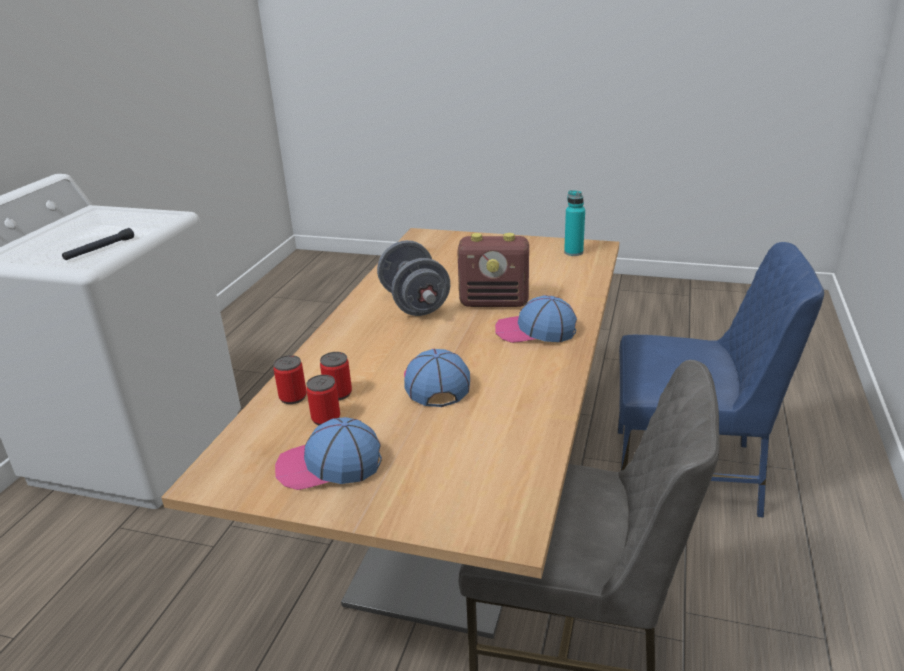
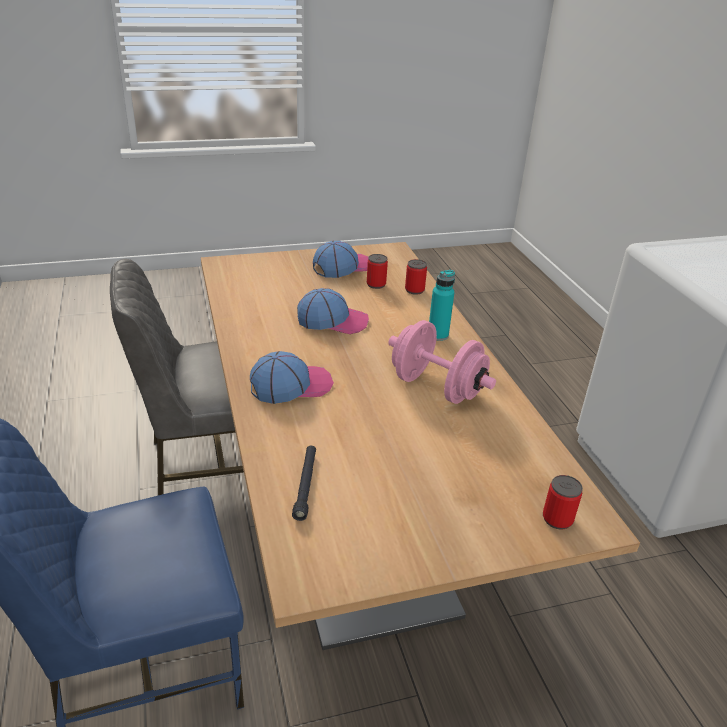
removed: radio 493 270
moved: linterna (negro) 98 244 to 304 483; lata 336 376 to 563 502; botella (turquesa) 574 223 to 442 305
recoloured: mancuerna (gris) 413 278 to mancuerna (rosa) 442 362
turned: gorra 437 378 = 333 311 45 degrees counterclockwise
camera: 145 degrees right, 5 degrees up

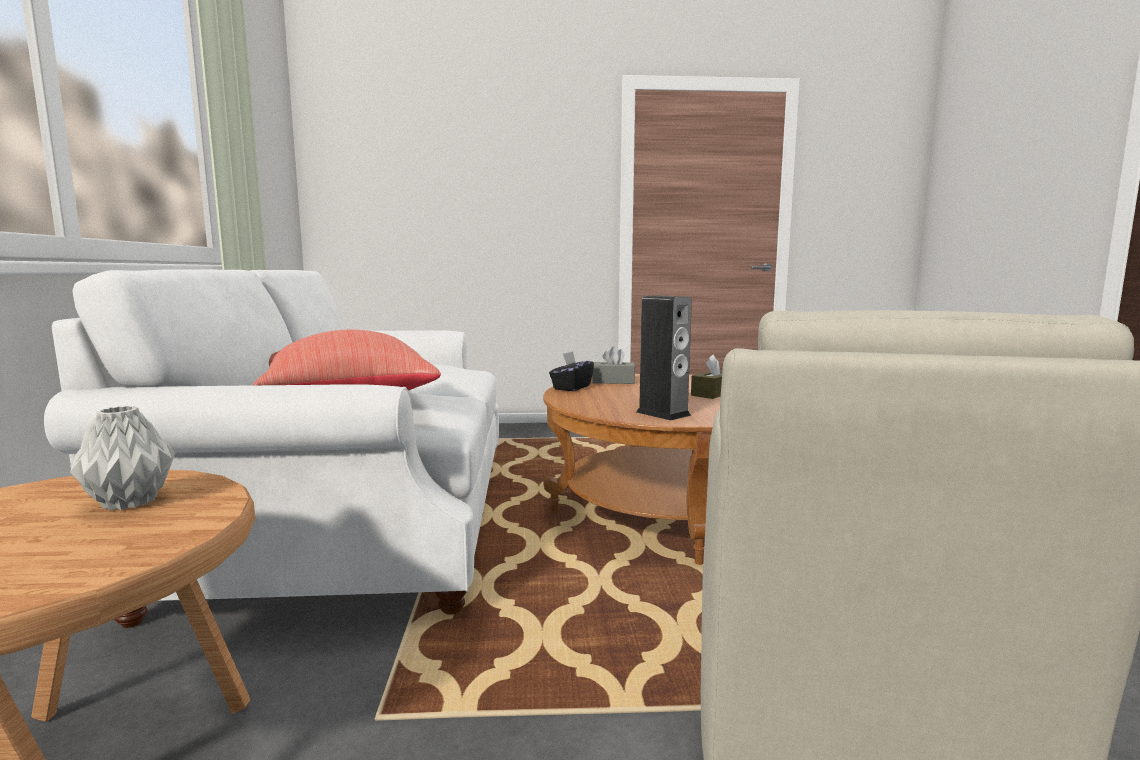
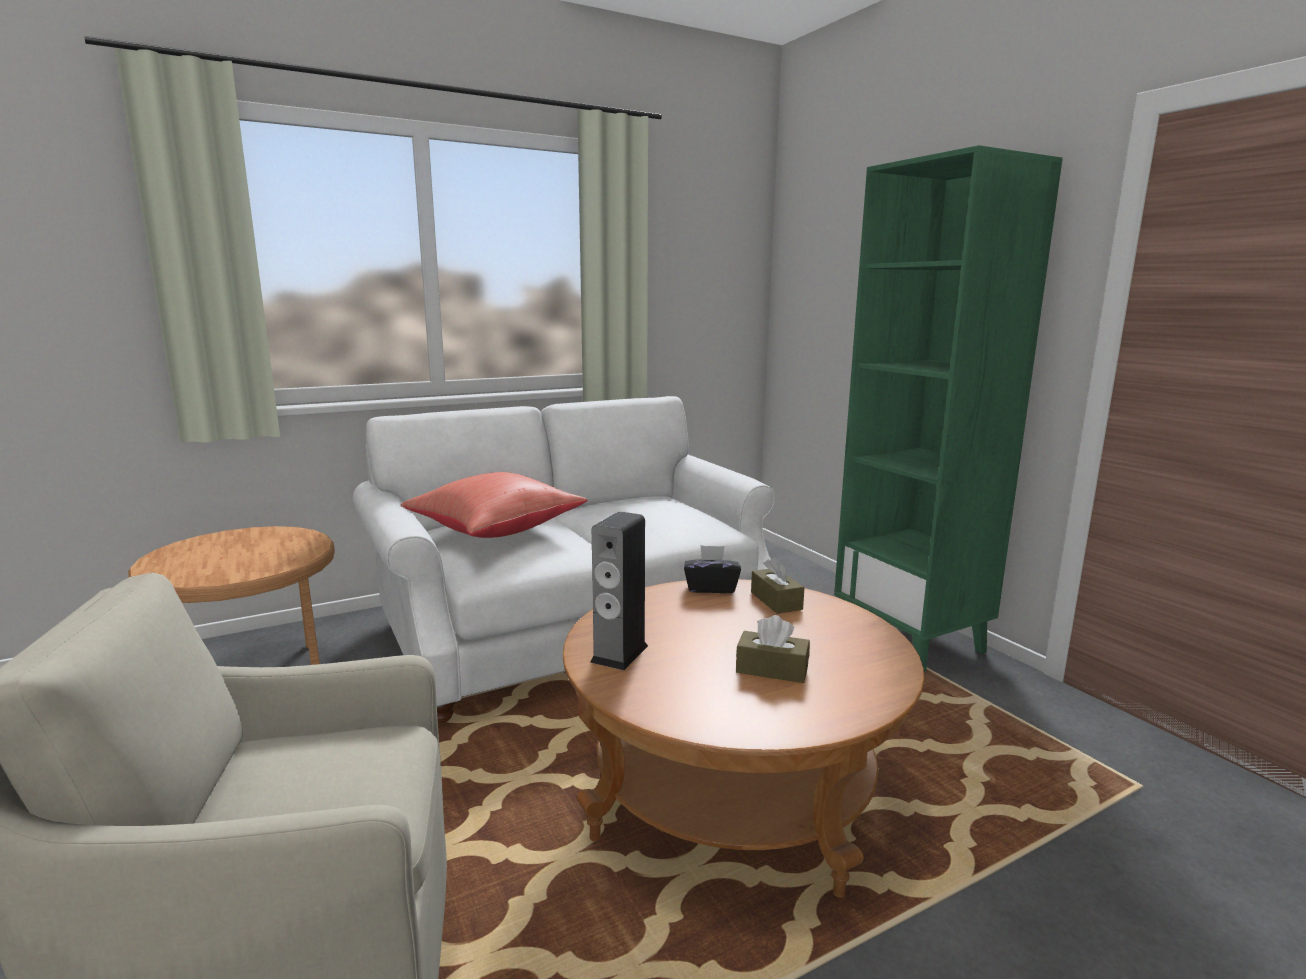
removed: florero (gris) 122 458
added: estantería (verde) 948 408
recoloured: caja de pañuelos (gris) 613 365 to caja de pañuelos (marrón) 778 585
camera: 65 degrees right, 5 degrees up

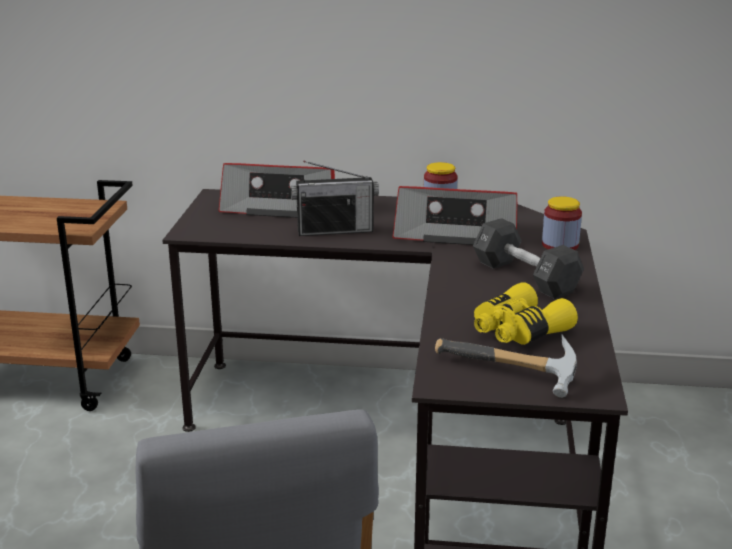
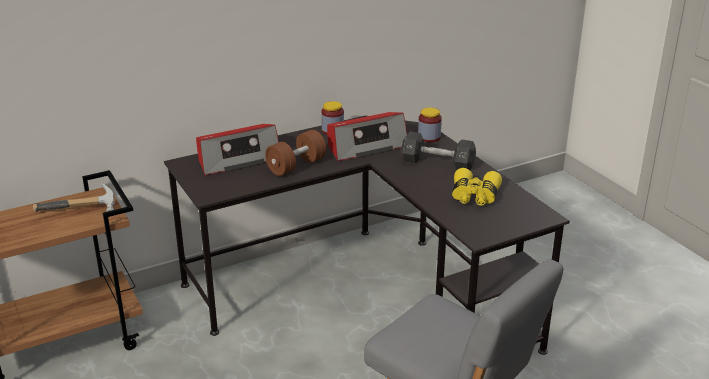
moved: martillo 506 366 to 73 197
replaced: radio 335 198 to mancuerna (marrón) 296 153
camera: 35 degrees left, 5 degrees up

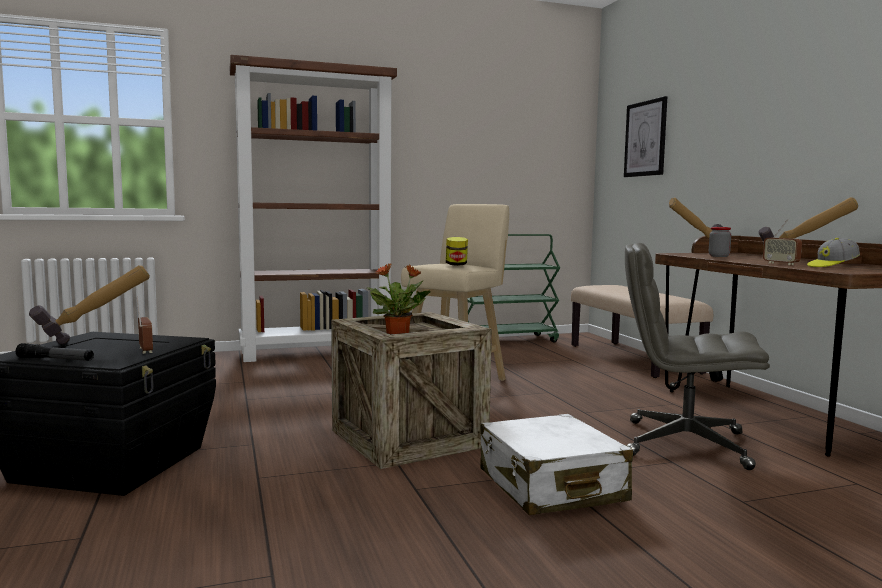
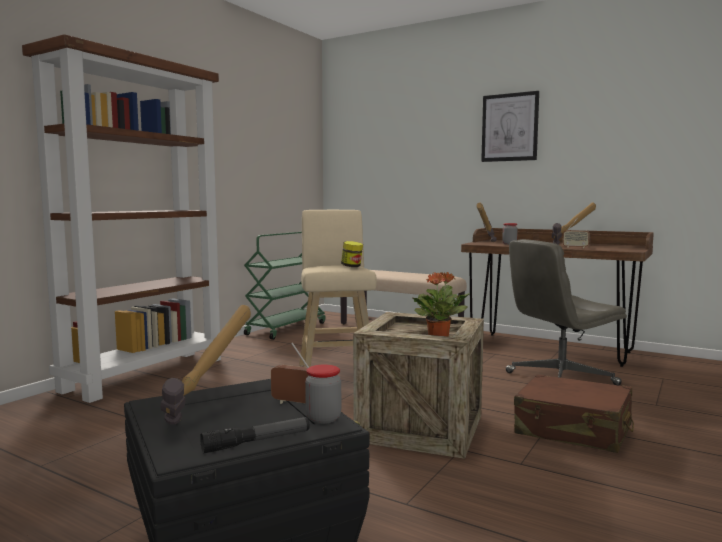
removed: gorra 833 252
added: tarro 323 394
moved: cuadro 645 136 to 510 126
recoloured: maleta (blanco) 556 464 to maleta (marrón) 574 413
camera: 40 degrees left, 0 degrees up

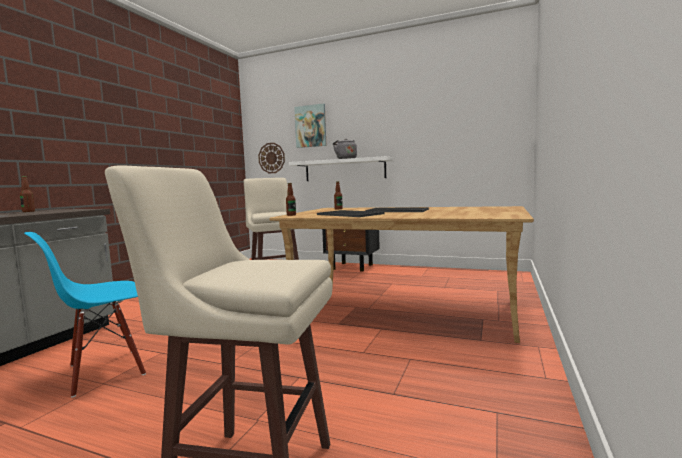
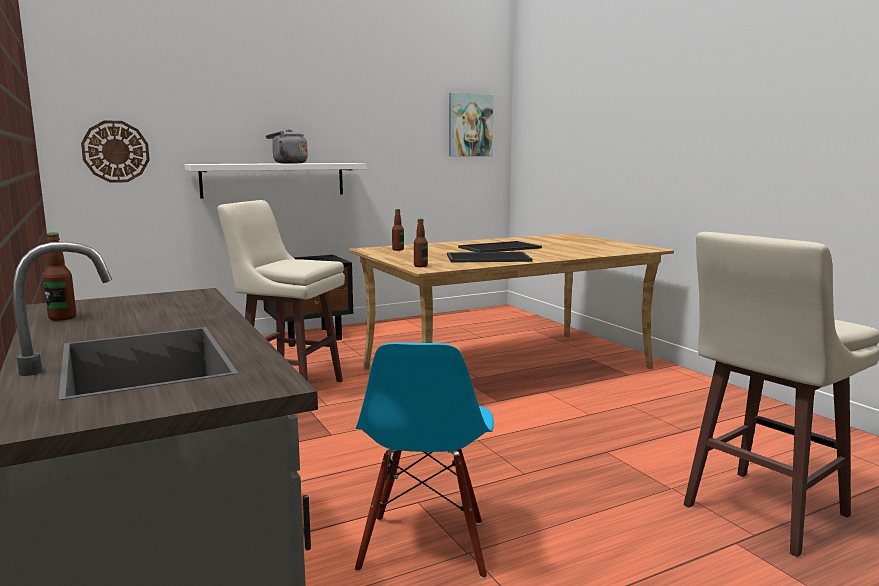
moved: cuadro 310 125 to 471 124
camera: 50 degrees left, 5 degrees up

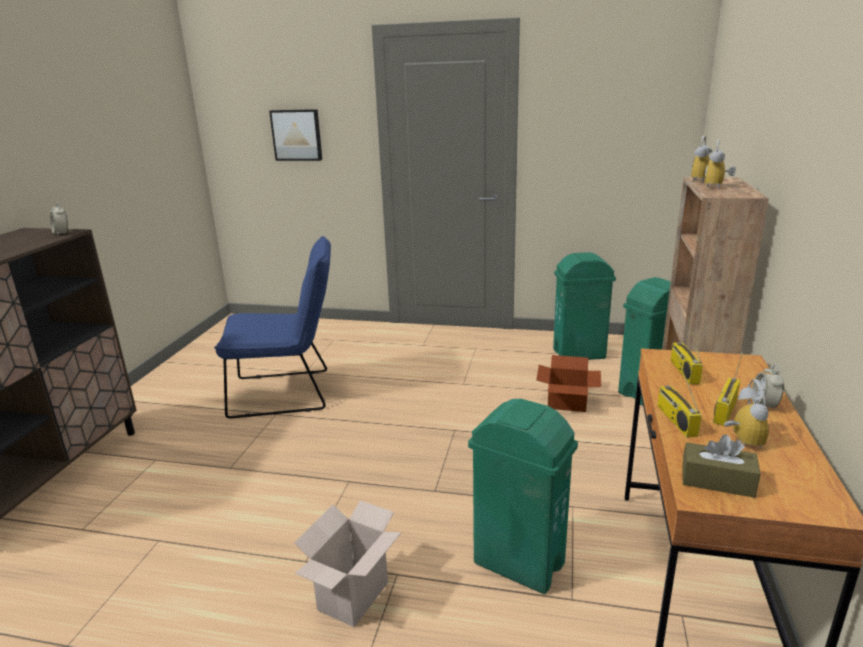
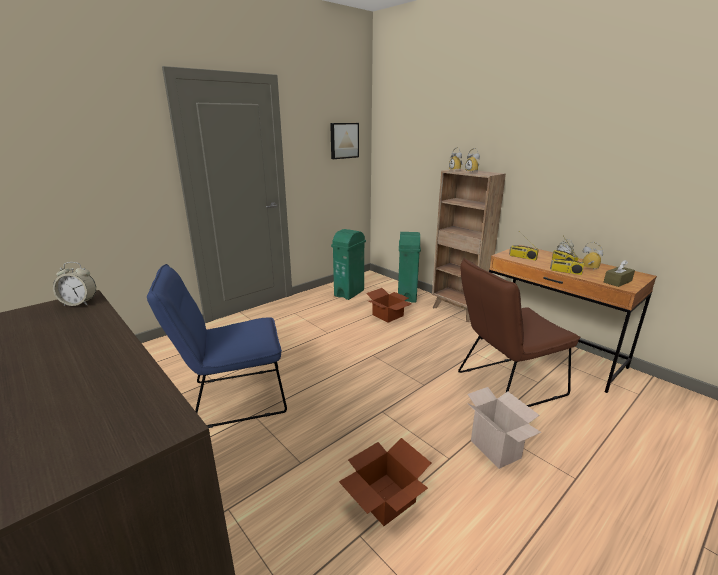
added: caja de cartón 385 482
moved: cuadro 295 135 to 344 141
replaced: papelera (verde) 523 496 to silla (marrón) 519 332
turned: silla (azul) 272 327 = 217 346 135 degrees counterclockwise
camera: 55 degrees left, 0 degrees up

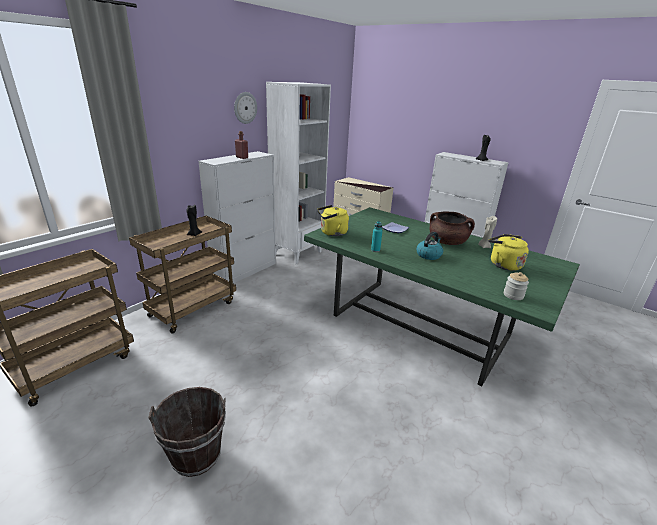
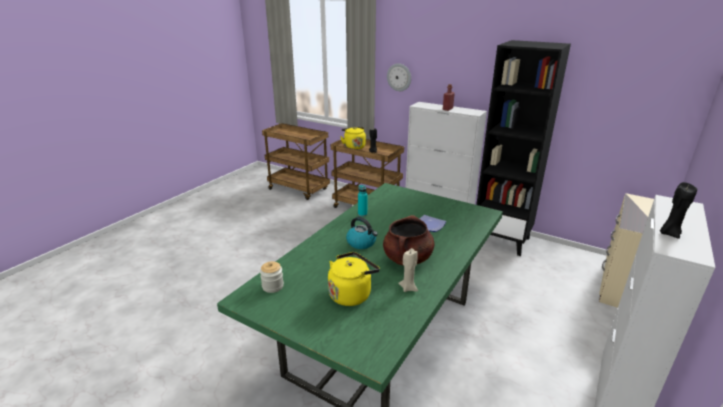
removed: cubo (marrón) 187 432
moved: reloj de pared 245 108 to 399 77; hervidor (amarillo) 333 220 to 353 138
recoloured: estantería (blanco) 298 173 to estantería (negro) 523 148
camera: 85 degrees right, 0 degrees up

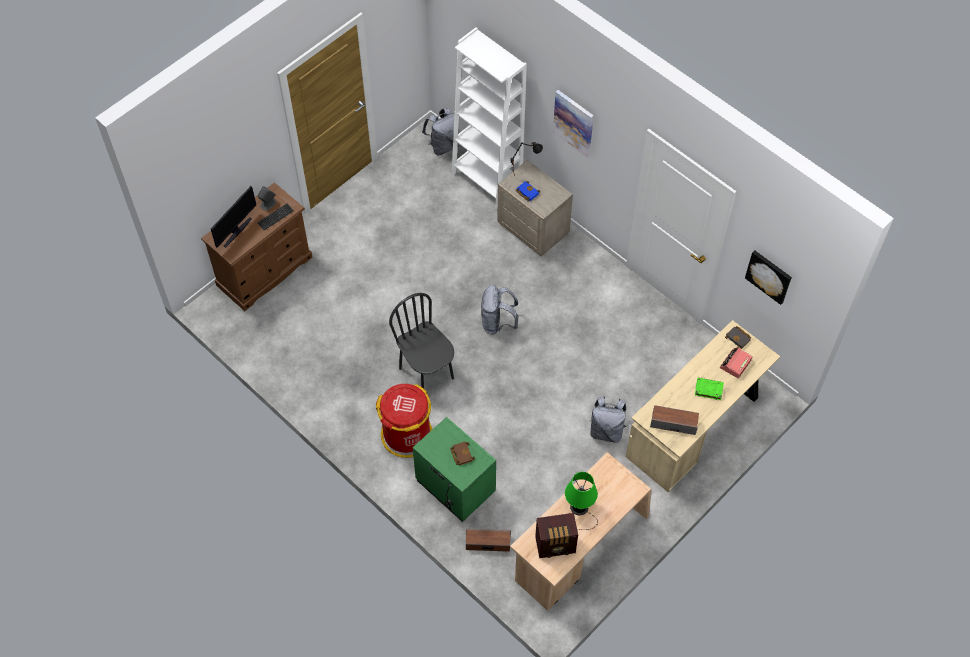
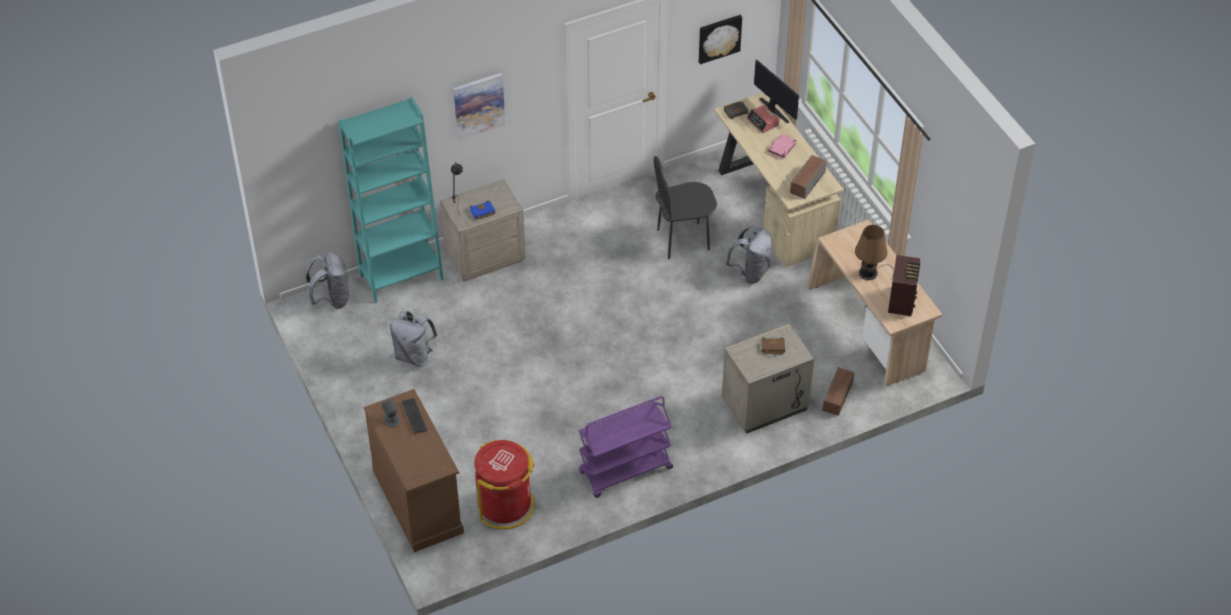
added: carrito (morado) 626 447
moved: monitor 233 217 to 776 91; papelera (rojo) 404 421 to 505 485; silla (negro) 421 340 to 685 207; mochila (gris) 499 310 to 413 338
recoloured: mesita de noche (verde) 454 469 to mesita de noche (beis) 768 379; estantería (blanco) 489 118 to estantería (turquesa) 390 200; lámpara de mesa (verde) 581 501 to lámpara de mesa (marrón) 874 253; libro (verde) 709 389 to libro (rosa) 782 146
camera: 70 degrees left, 10 degrees down

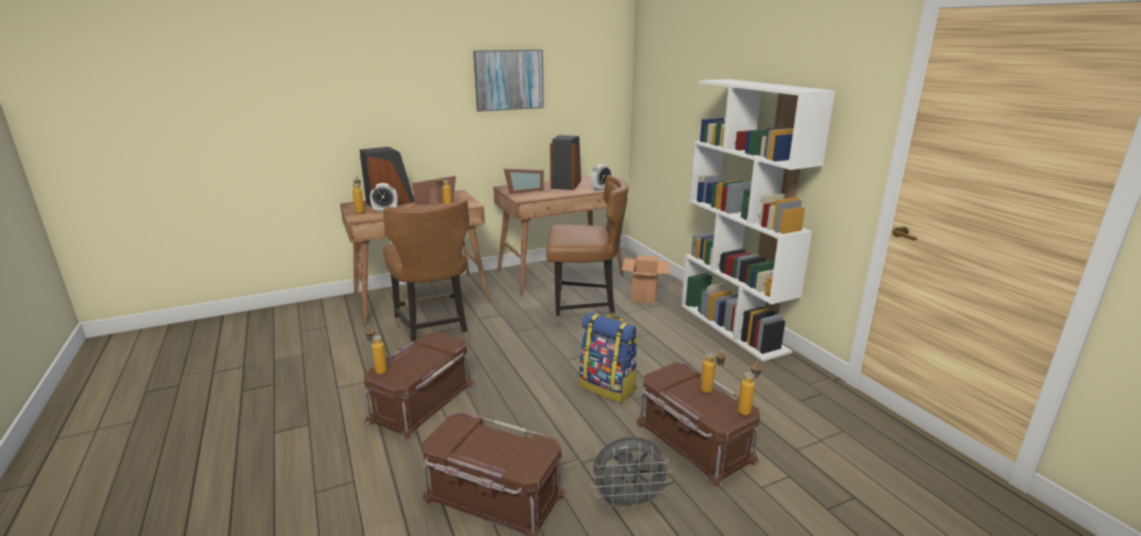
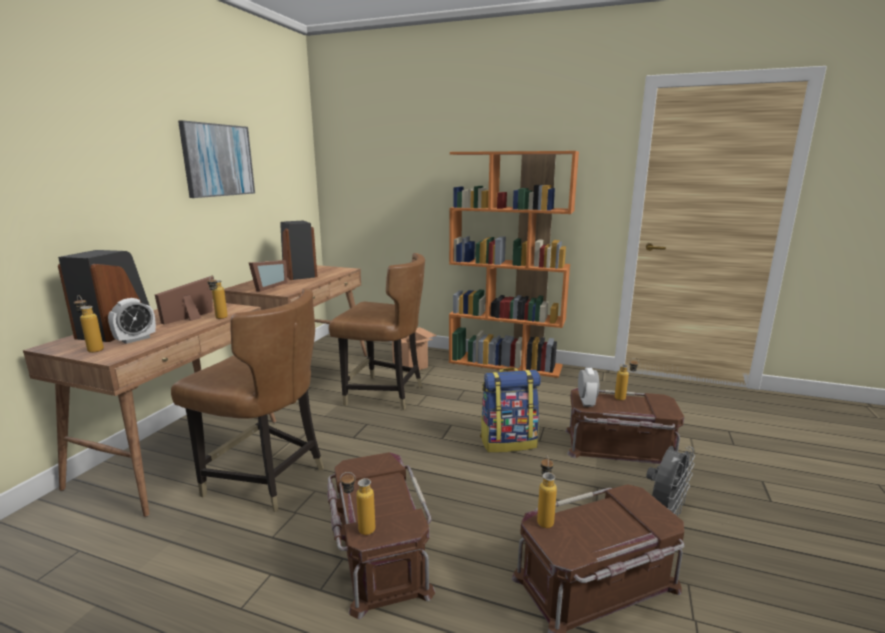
moved: despertador 601 177 to 588 387; botella 750 388 to 547 491
recoloured: estantería (blanco) 758 220 to estantería (naranja) 514 264
turned: silla (marrón) 587 250 = 377 331 60 degrees clockwise
camera: 45 degrees left, 5 degrees down

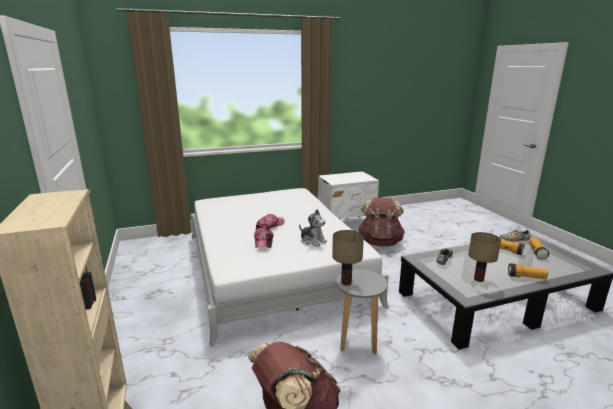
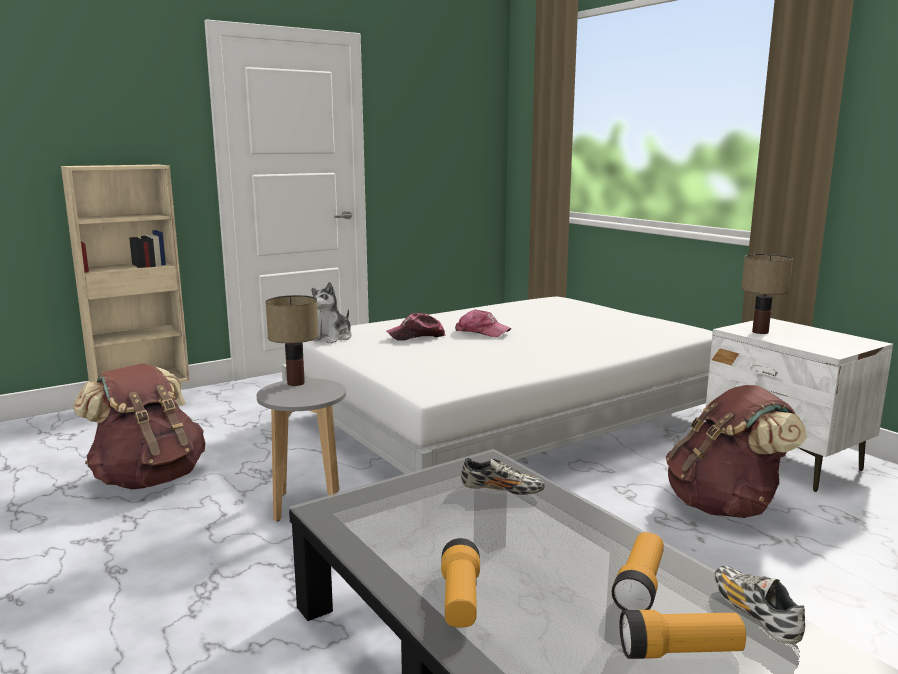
moved: peluche 313 228 to 332 313; lámpara de mesa 484 257 to 767 294
camera: 75 degrees right, 5 degrees down

